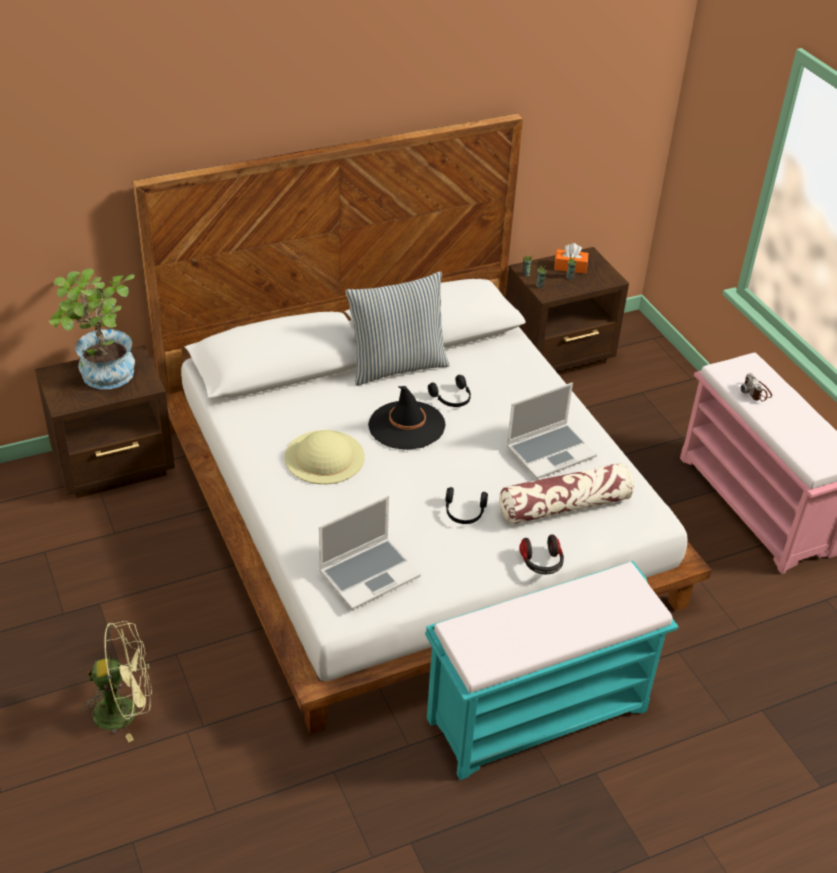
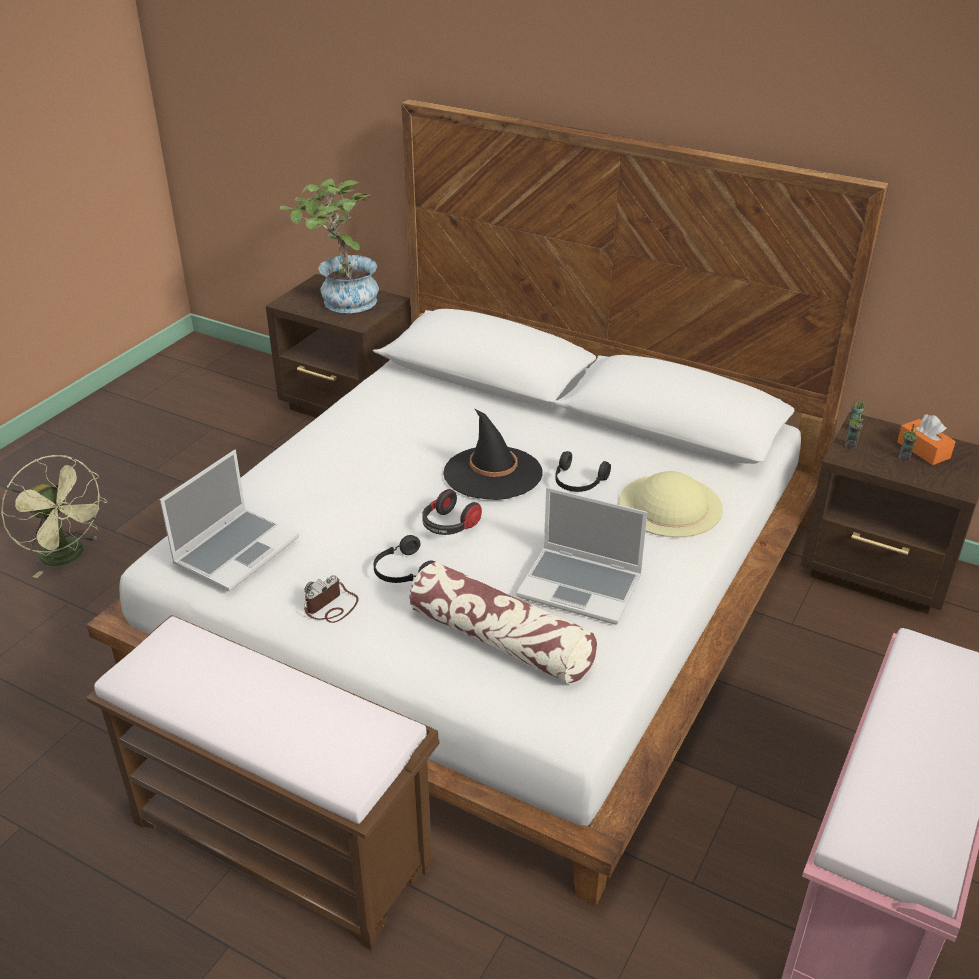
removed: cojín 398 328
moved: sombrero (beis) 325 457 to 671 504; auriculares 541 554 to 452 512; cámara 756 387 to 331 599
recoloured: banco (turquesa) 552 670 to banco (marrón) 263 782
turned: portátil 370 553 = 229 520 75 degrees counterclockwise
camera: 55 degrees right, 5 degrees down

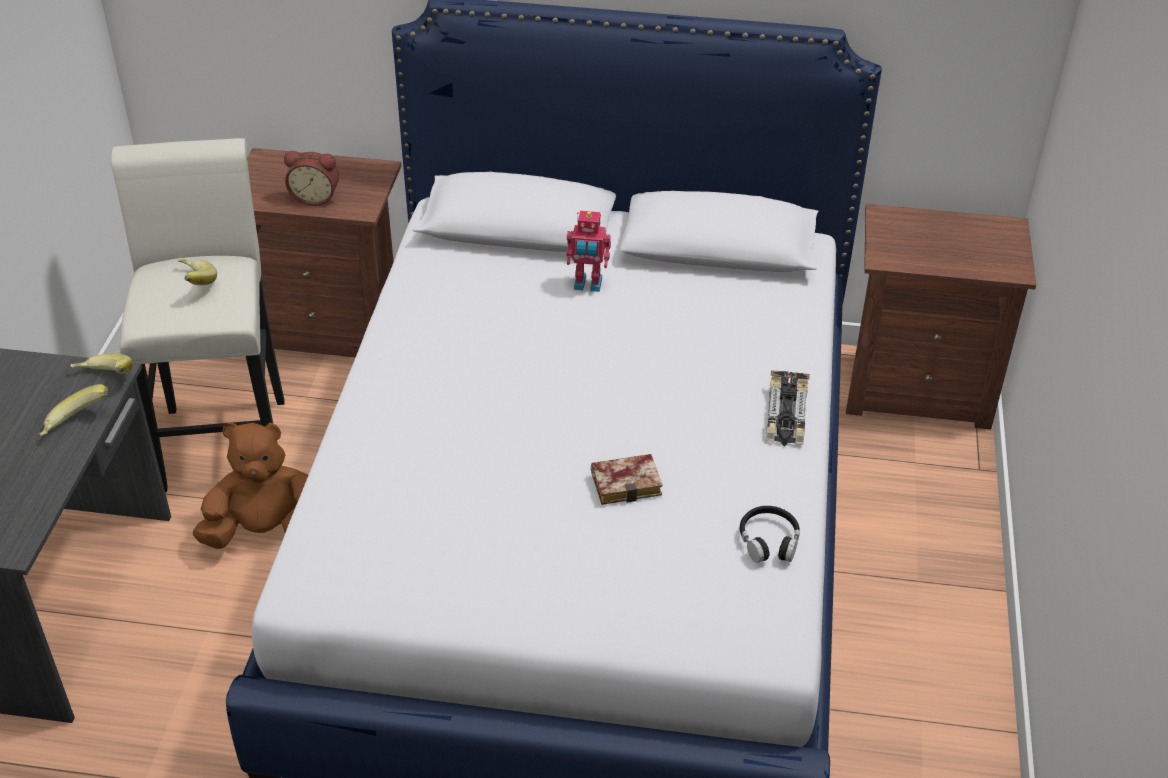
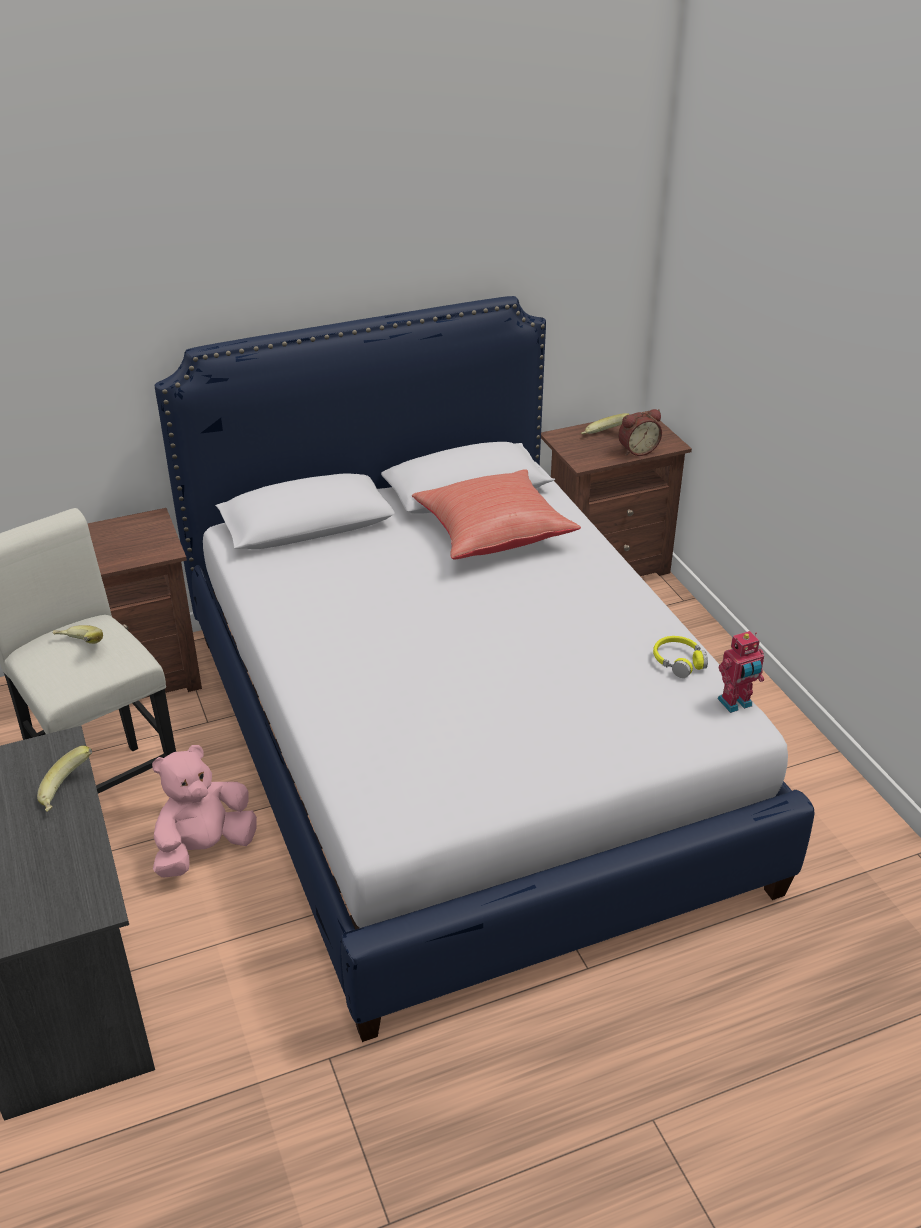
removed: libro 627 479; coche de juguete 788 408
added: cojín (rojo) 496 514
moved: plátano 101 363 to 605 424; despertador 311 178 to 640 432; robot de juguete 588 251 to 741 672
recoloured: peluche (marrón) 250 485 to peluche (rosa) 204 811; auriculares (negro) 769 534 to auriculares (amarillo) 680 657
camera: 30 degrees left, 5 degrees down

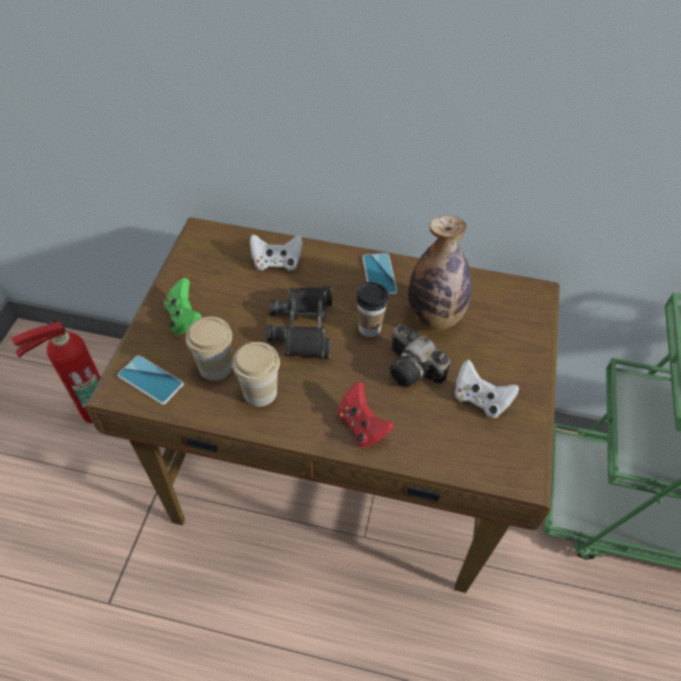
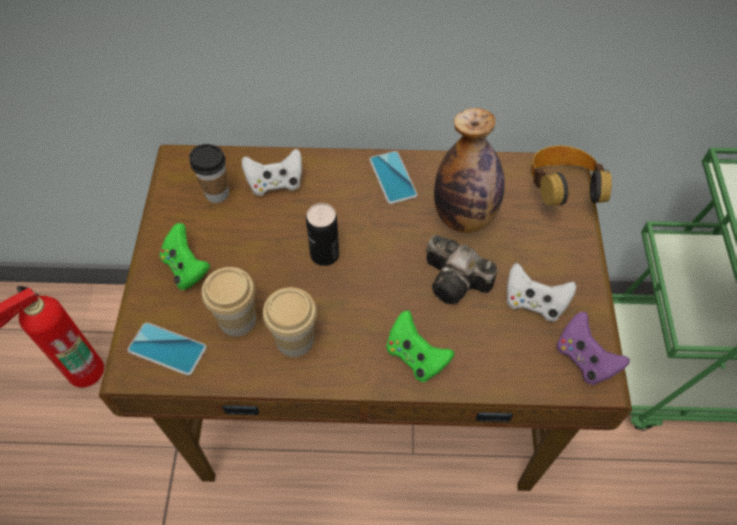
added: auriculares 571 175; mando de consola (morado) 593 348
moved: taza 372 309 to 209 173
replaced: prismáticos (negro) 299 322 to lata 322 234
recoloured: mando de consola (rojo) 365 415 to mando de consola (verde) 420 346
camera: 10 degrees left, 5 degrees up

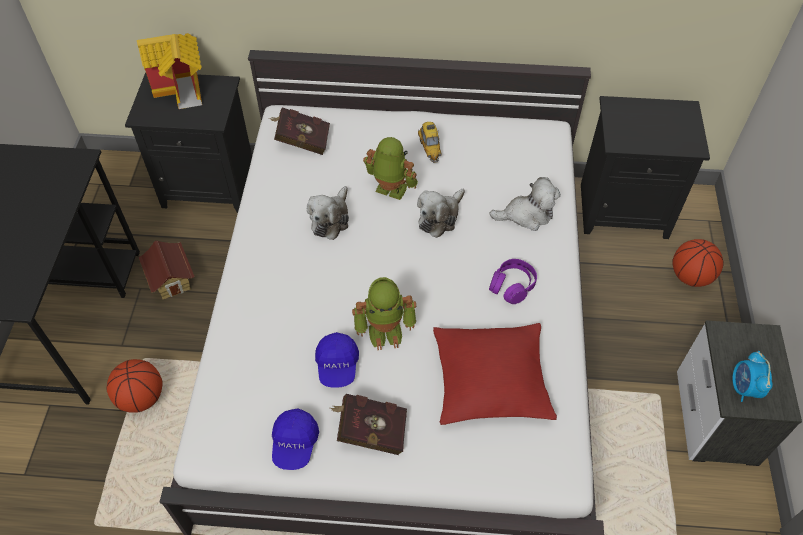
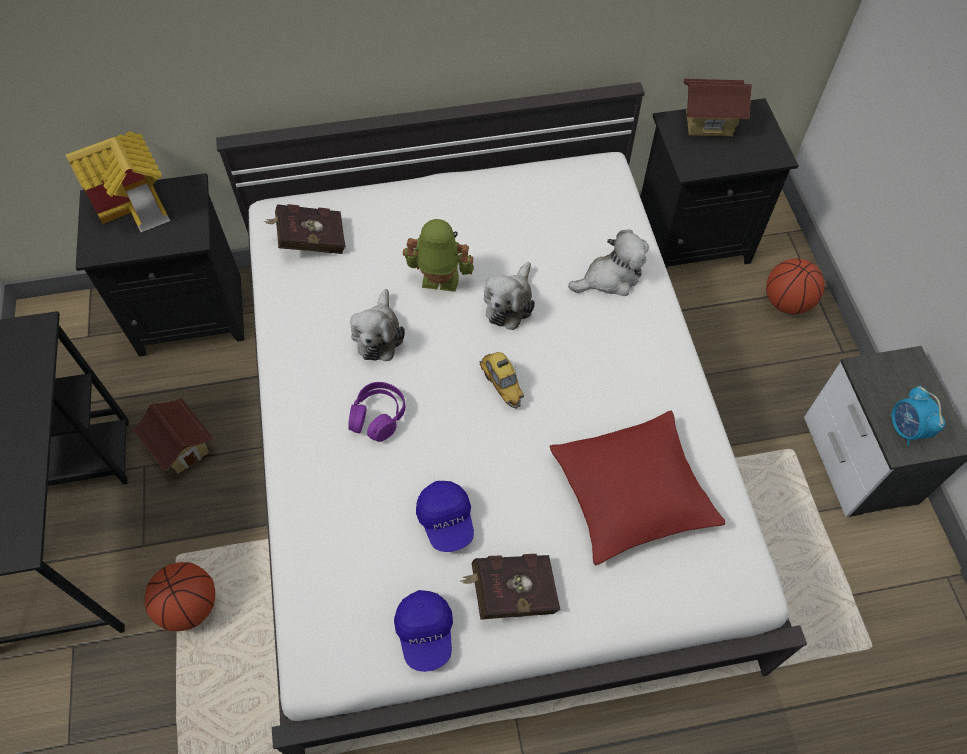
removed: robot de juguete 384 313
added: casita 717 108
moved: coche de juguete 429 142 to 502 380; auriculares (morado) 513 281 to 376 412
camera: 15 degrees left, 5 degrees up

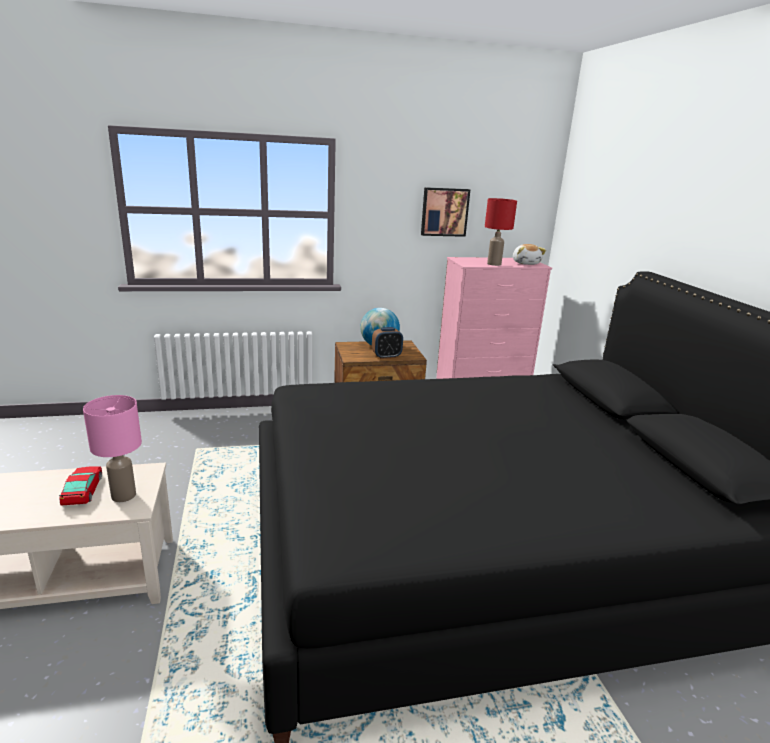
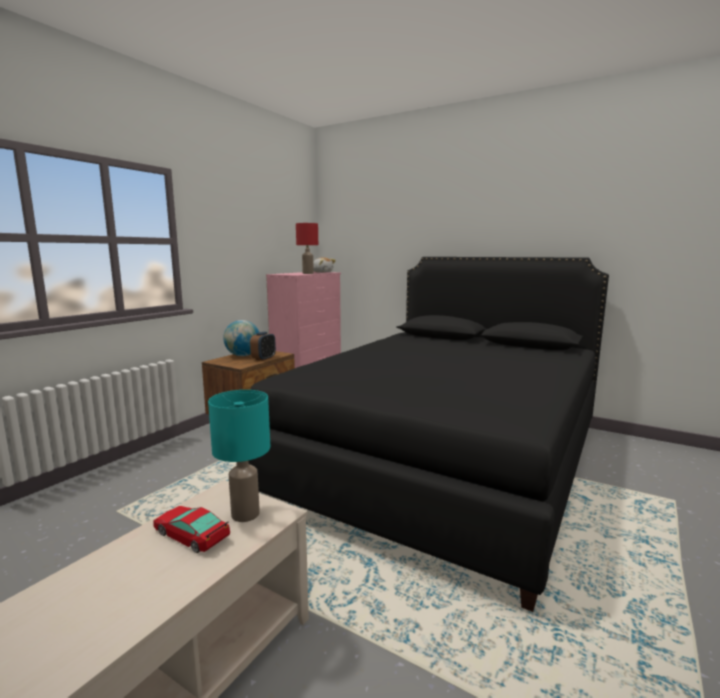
removed: cuadro 445 212
recoloured: lámpara de mesa (rosa) 112 448 to lámpara de mesa (turquesa) 239 456
camera: 45 degrees left, 10 degrees down

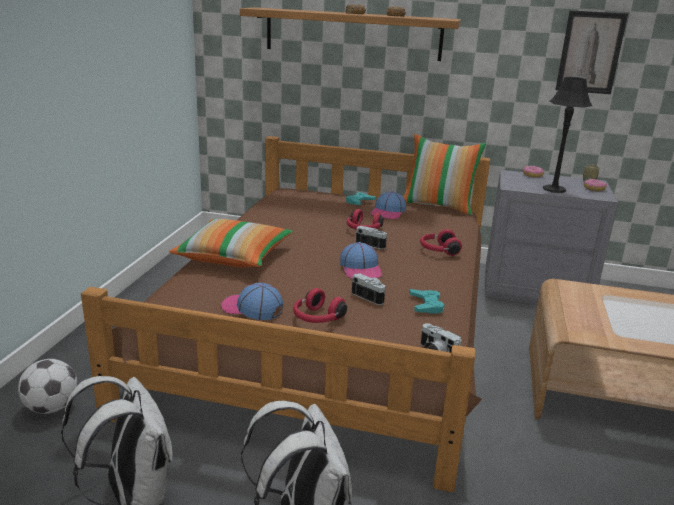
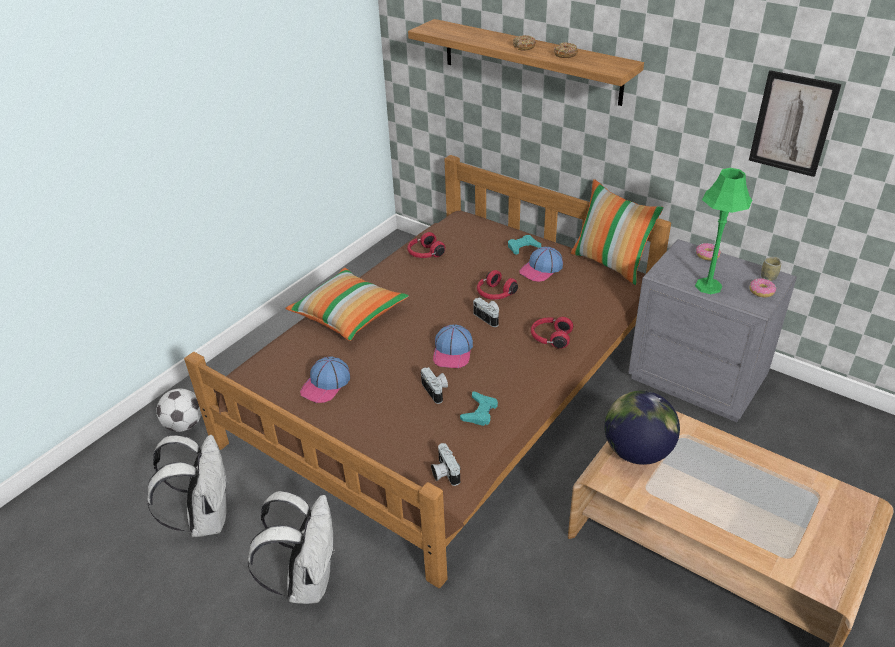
added: globo terráqueo 642 428
moved: auriculares (rojo) 320 305 to 426 245
recoloured: lámpara de mesa (negro) 567 135 to lámpara de mesa (verde) 723 231
turned: gorra 252 301 = 325 380 105 degrees counterclockwise
camera: 25 degrees right, 15 degrees up

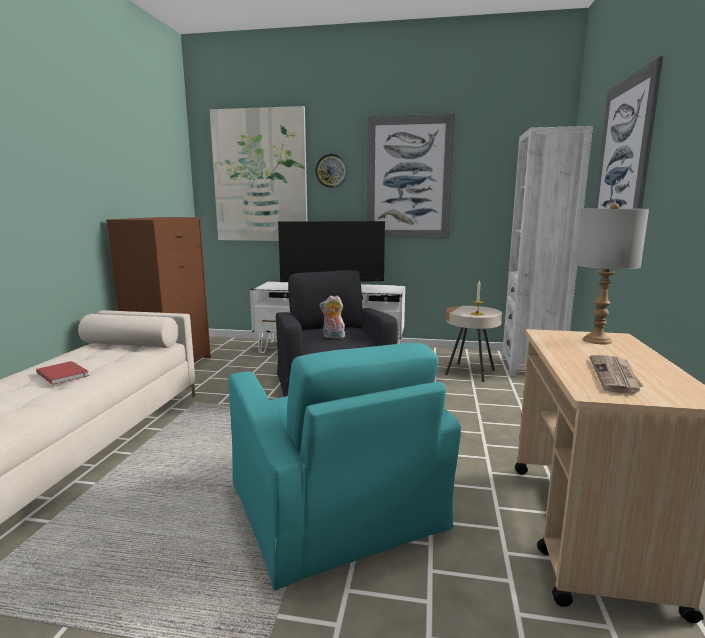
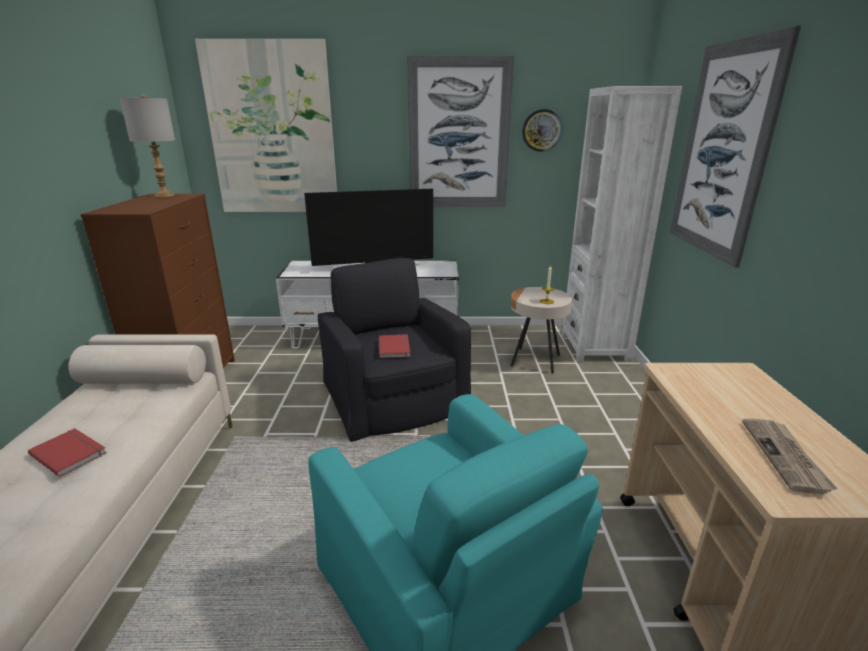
moved: reloj de pared 331 171 to 542 130; lámpara de mesa (gris) 612 274 to 147 145
replaced: peluche 332 317 to libro (rojo) 394 346
camera: 10 degrees left, 10 degrees up

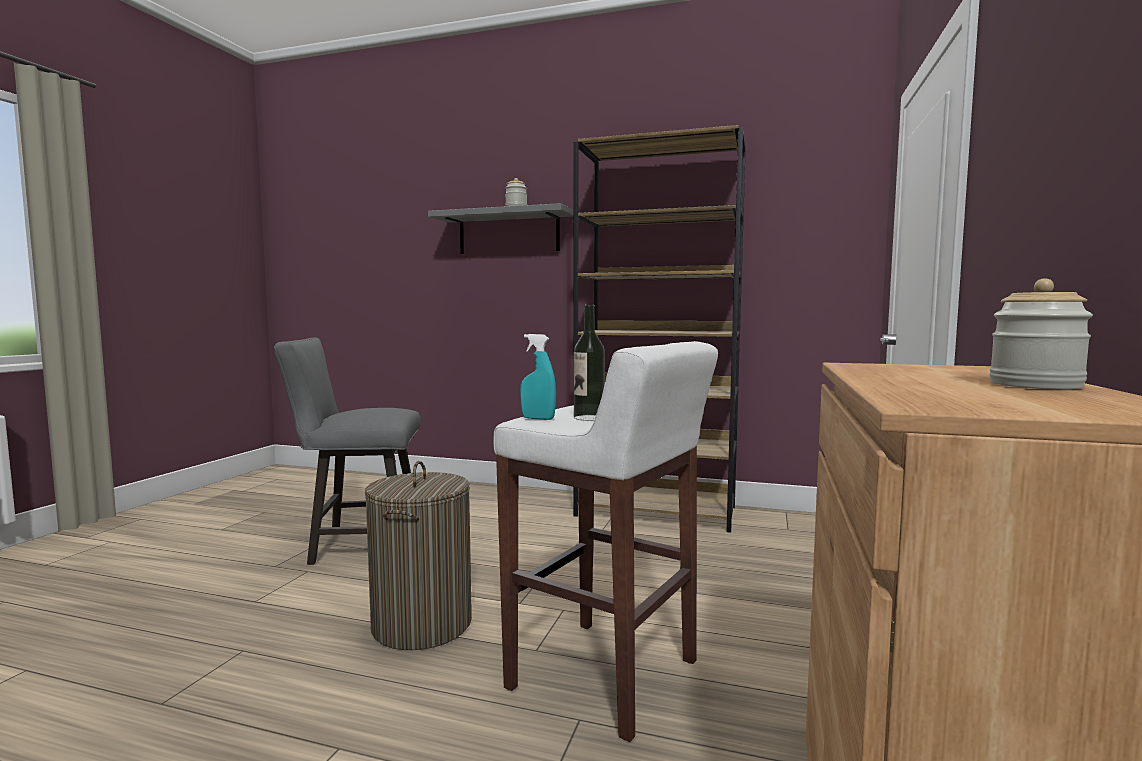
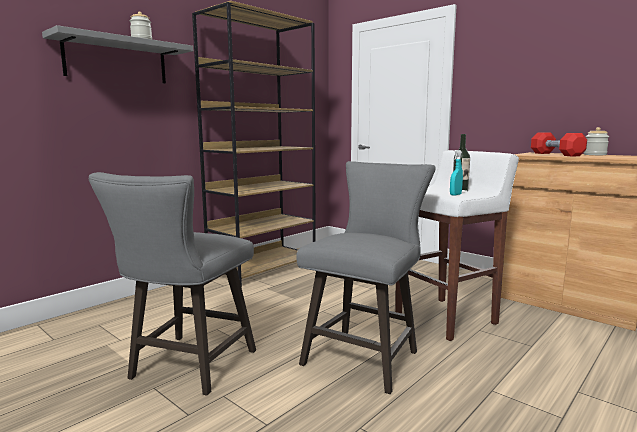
added: mancuerna (rojo) 559 144
replaced: cesto de la ropa 418 555 to taburete (gris) 366 277
camera: 65 degrees left, 5 degrees up

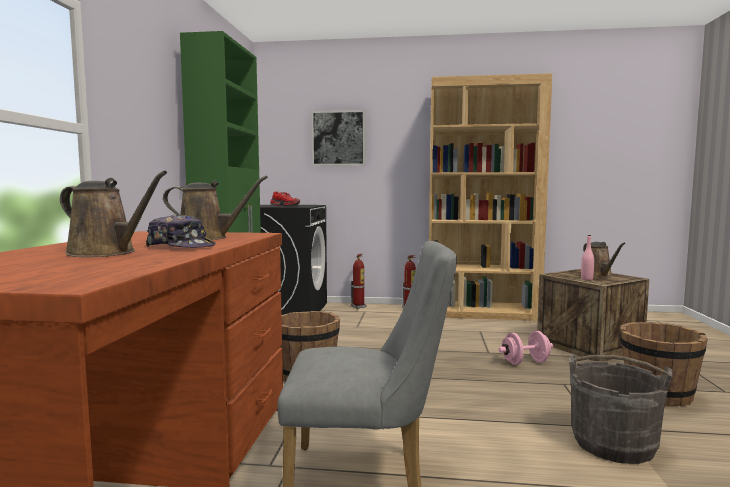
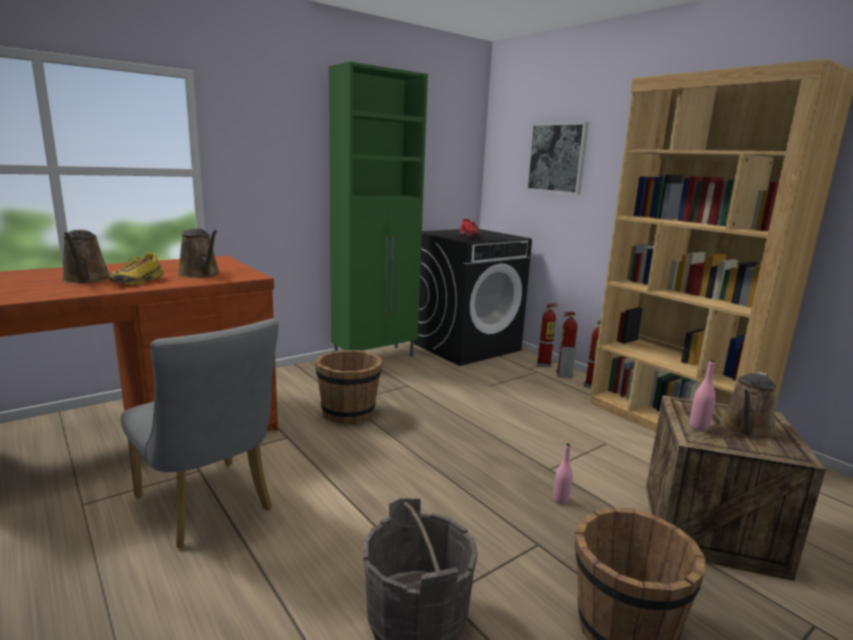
added: extintor 566 345
replaced: gorra 180 231 to zapato (amarillo) 136 269; mancuerna (rosa) 525 348 to botella (rosa) 563 473
camera: 45 degrees right, 10 degrees up

